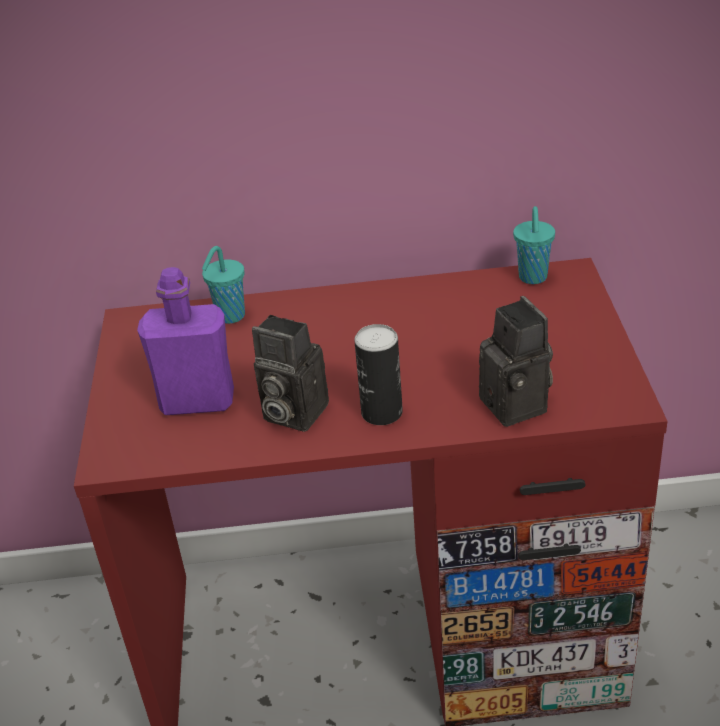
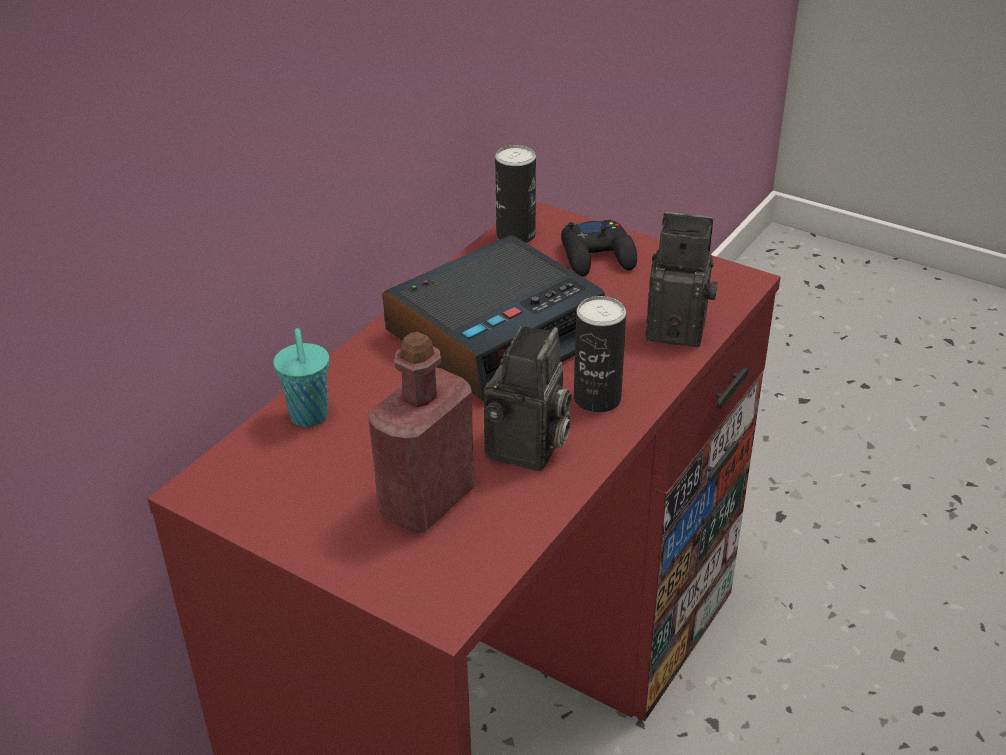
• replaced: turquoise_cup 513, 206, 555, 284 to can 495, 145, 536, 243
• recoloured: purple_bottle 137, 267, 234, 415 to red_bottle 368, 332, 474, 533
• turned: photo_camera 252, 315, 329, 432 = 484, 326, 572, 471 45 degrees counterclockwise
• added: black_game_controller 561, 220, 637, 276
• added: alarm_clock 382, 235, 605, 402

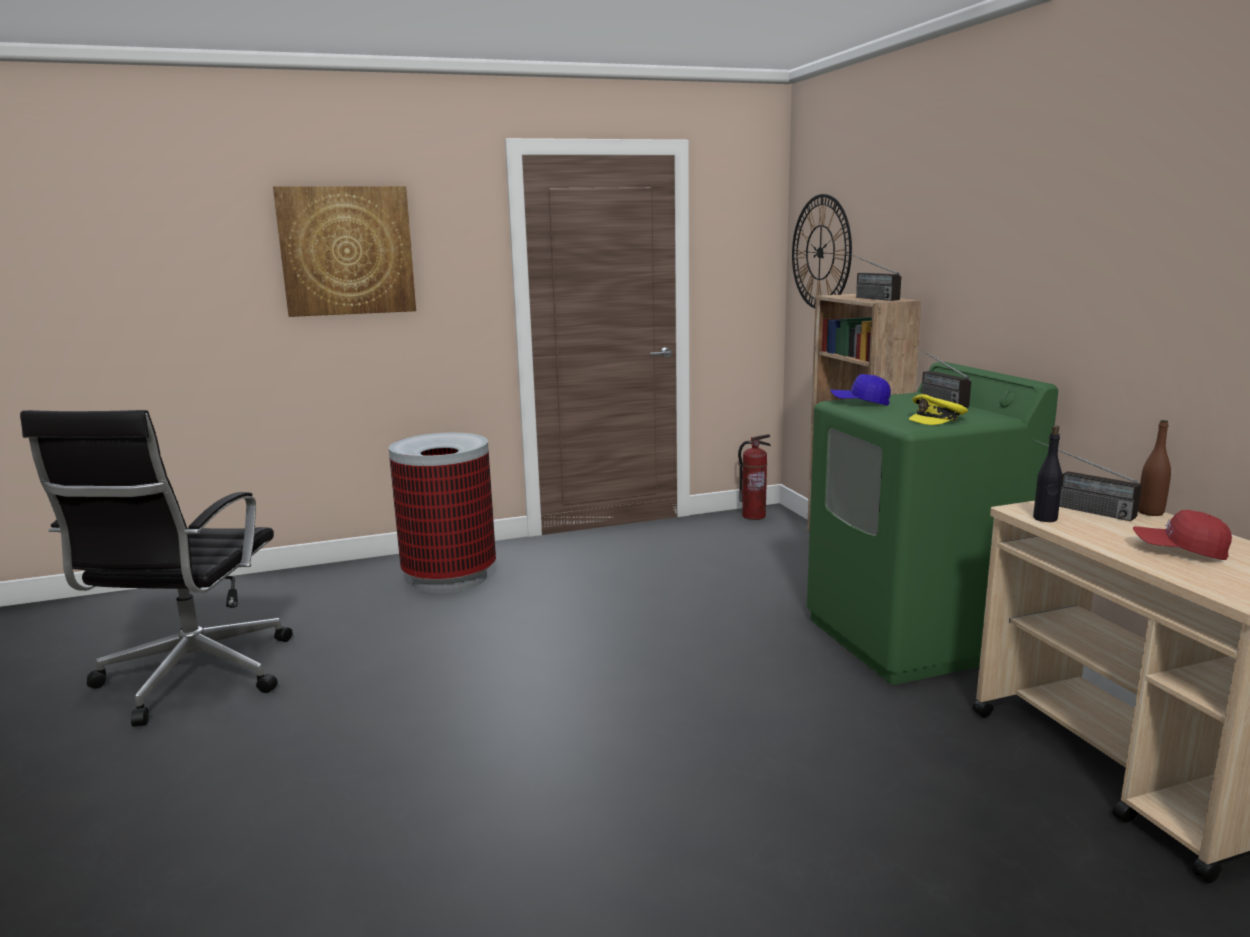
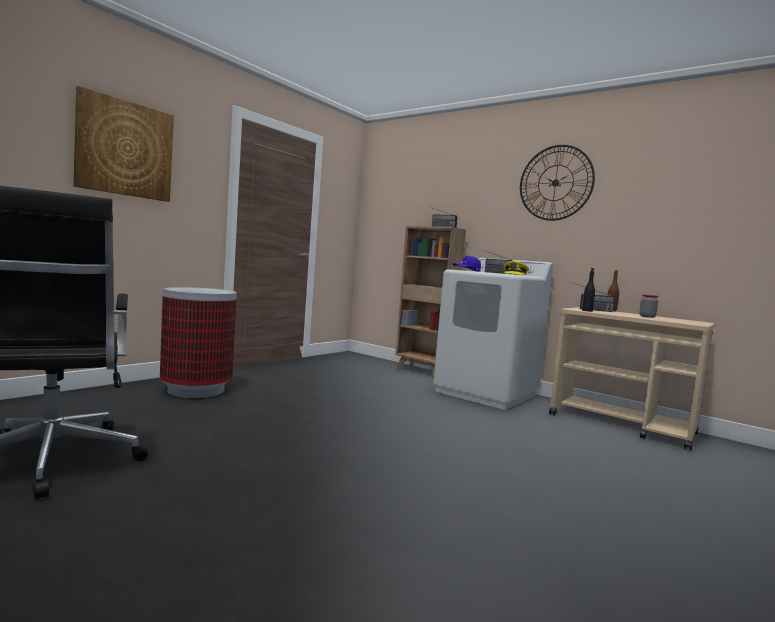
• moved: wall_clock 792, 194, 852, 309 to 520, 145, 595, 221
• recoloured: green_washing_machine 807, 362, 1058, 685 to white_washing_machine 433, 258, 553, 410
• removed: fire_extinguisher 738, 434, 771, 520
• replaced: red_cap 1133, 510, 1232, 560 to jar 639, 294, 658, 318

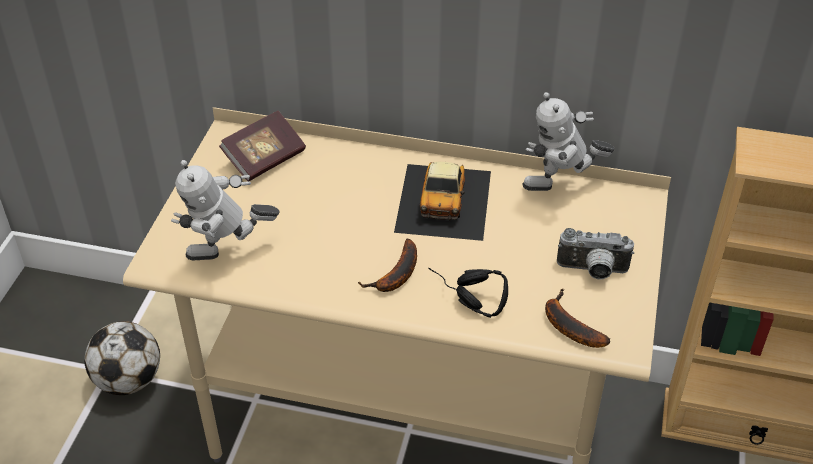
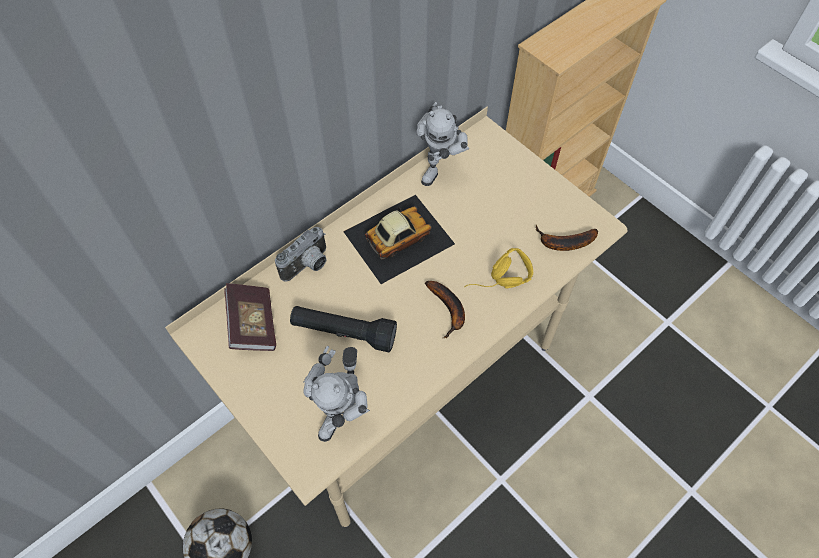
• turned: toy_car 394, 162, 491, 241 = 343, 195, 455, 284 75 degrees counterclockwise
• moved: photo_camera 557, 228, 634, 280 to 275, 227, 327, 282
• recoloured: black_headphones 428, 268, 508, 318 to yellow_headphones 464, 248, 533, 288
• added: black_flashlight 290, 306, 397, 352

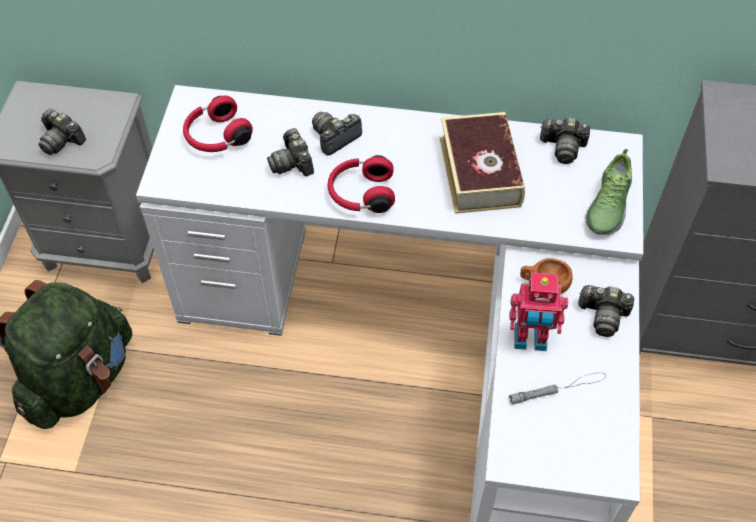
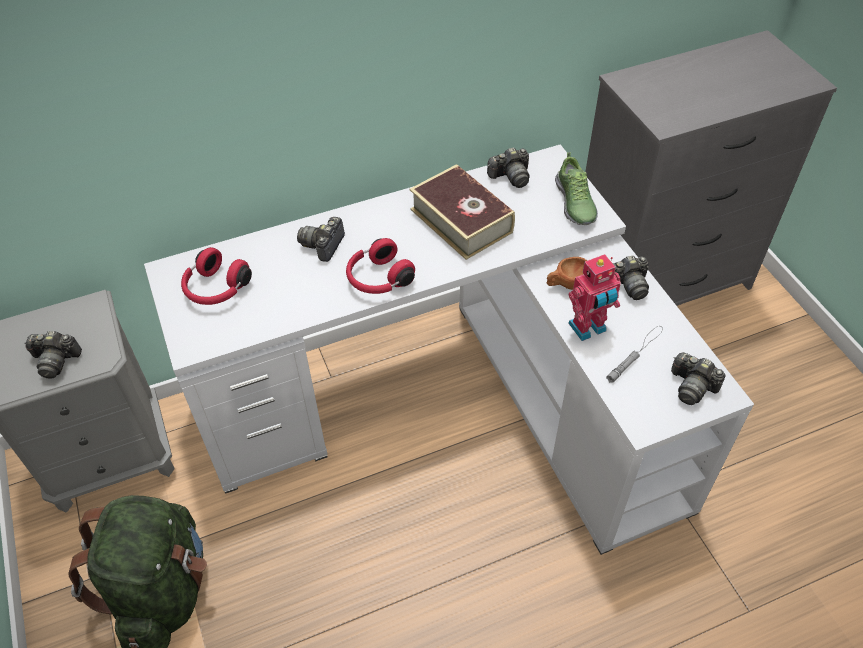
• moved: photo_camera 267, 128, 314, 176 to 671, 352, 725, 405

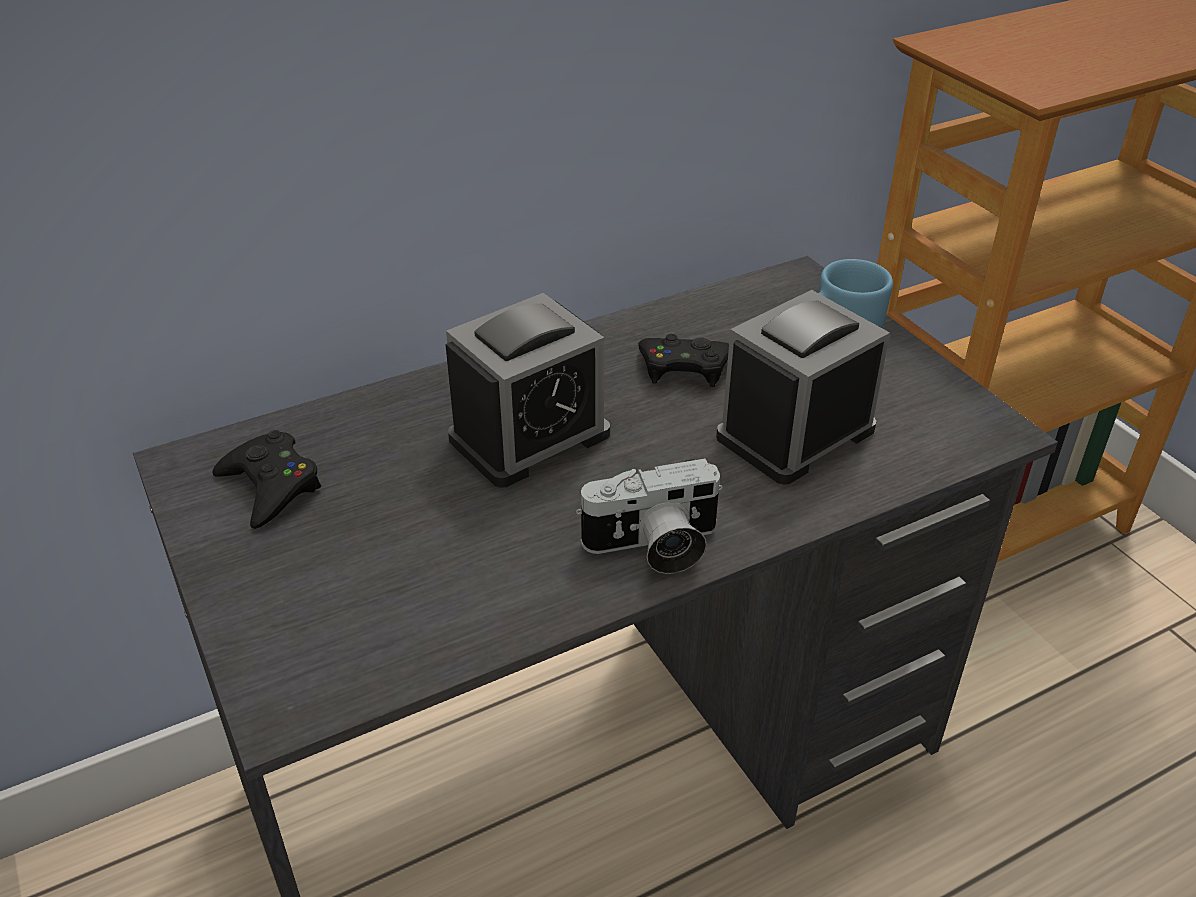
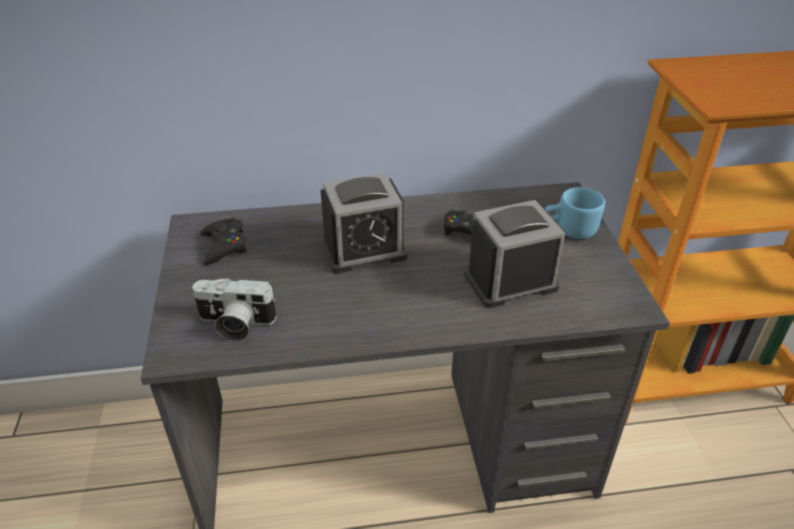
• moved: photo_camera 576, 459, 723, 574 to 192, 278, 277, 341

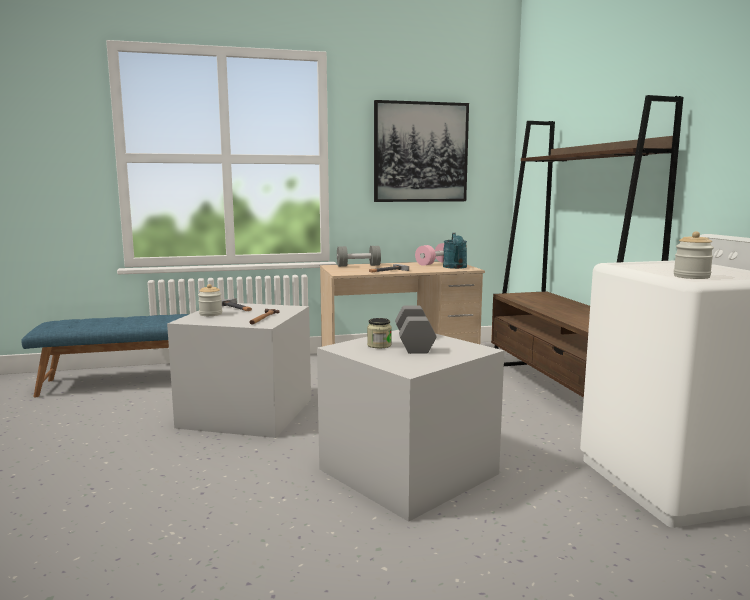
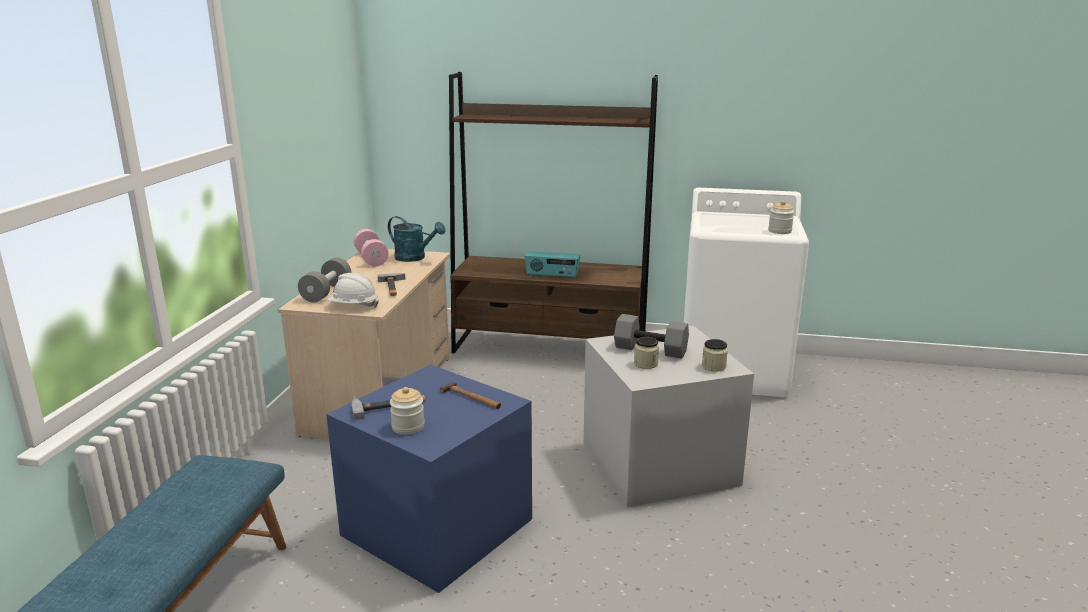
• removed: picture 374, 100, 469, 202
• recoloured: grey_storage_box 167, 303, 311, 438 to blue_storage_box 326, 365, 532, 593
• added: radio 525, 251, 581, 280
• added: white_hard_hat 327, 273, 379, 308
• added: jar 702, 339, 728, 372

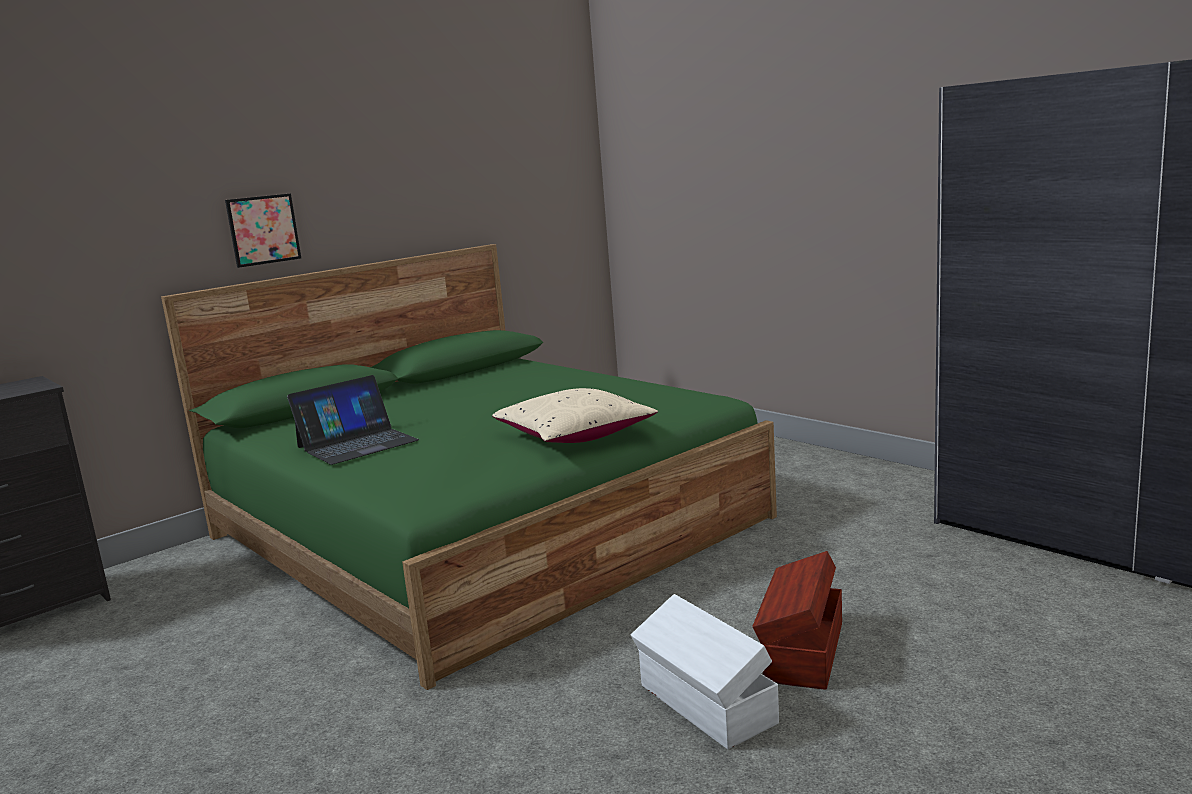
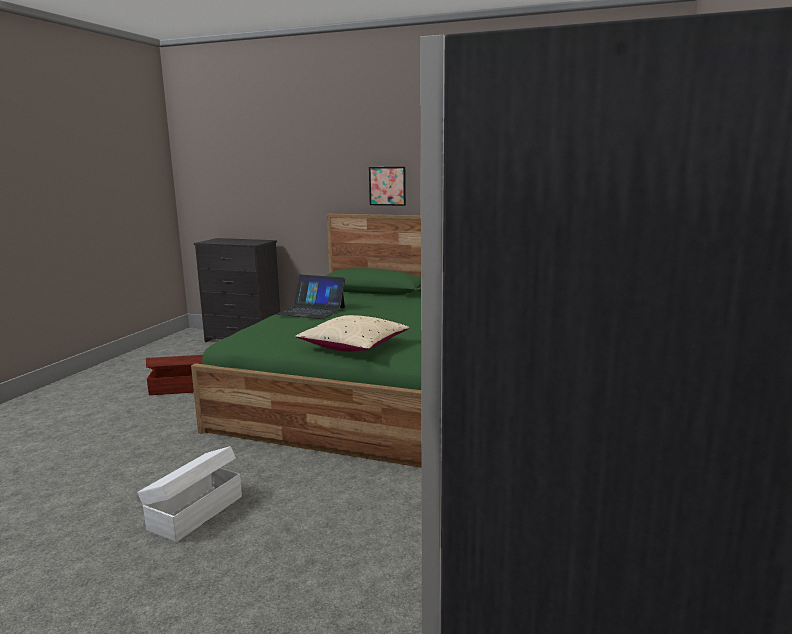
• moved: brown_storage_box 752, 551, 842, 690 to 146, 355, 203, 395

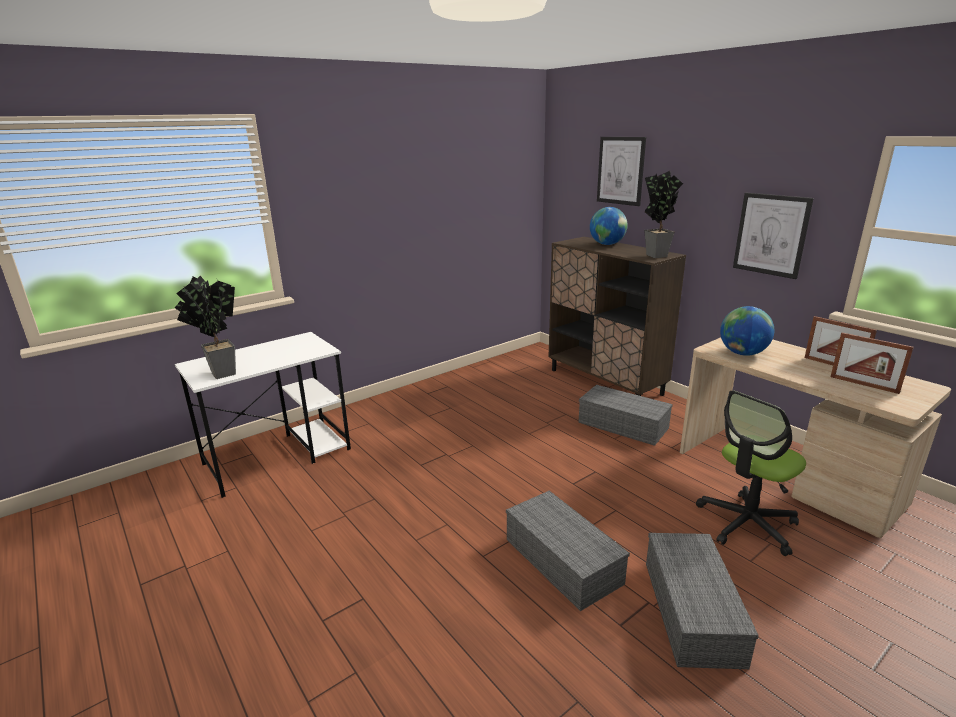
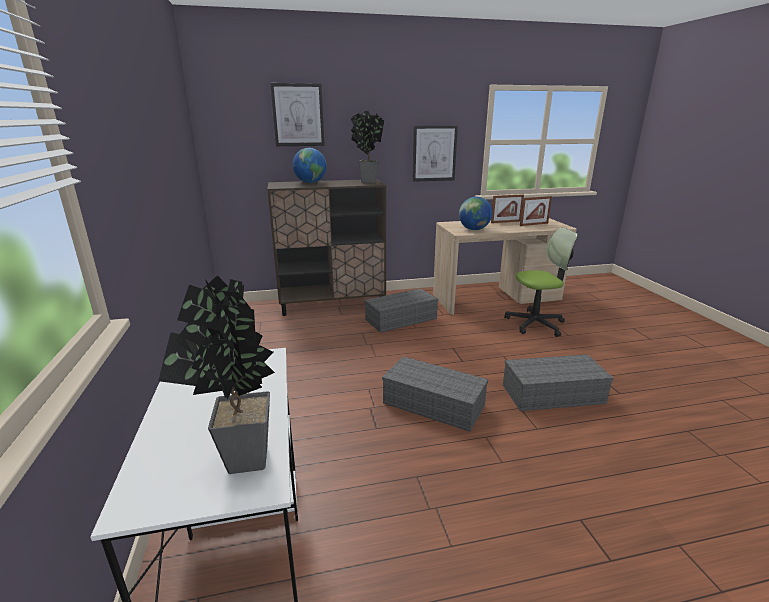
• turned: office_chair 696, 390, 806, 556 = 504, 227, 578, 337 90 degrees counterclockwise
• moved: grey_storage_box 646, 533, 759, 669 to 382, 356, 488, 432

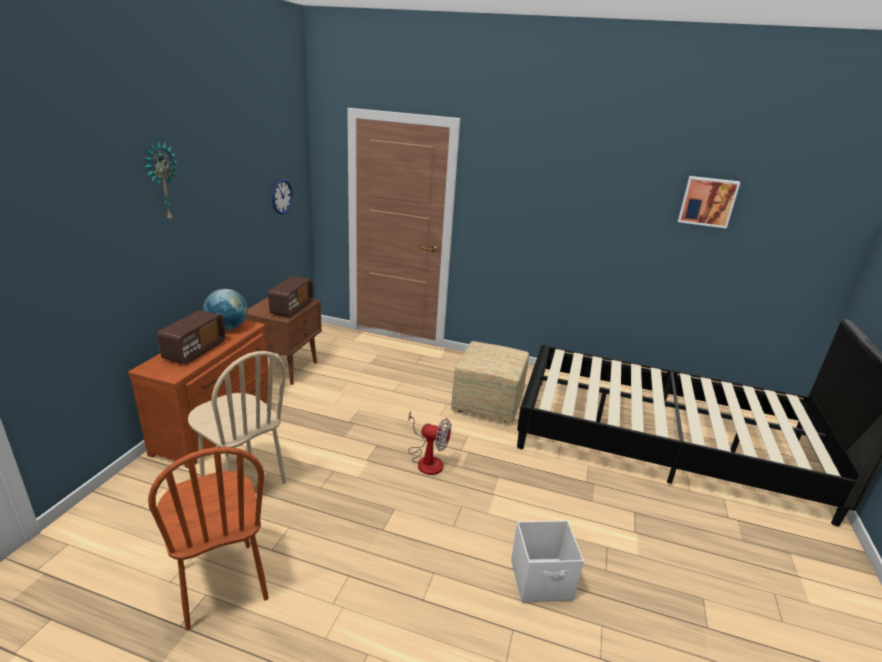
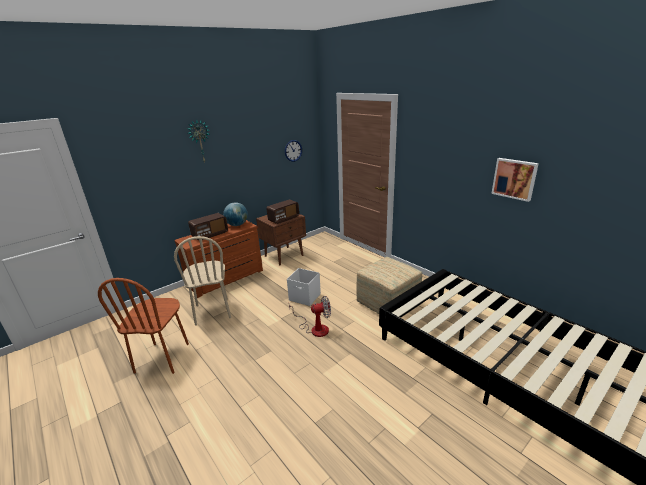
• moved: picture 678, 176, 740, 228 to 491, 158, 539, 202
• turned: fan 408, 411, 451, 475 = 289, 296, 331, 337 60 degrees counterclockwise
• moved: white_storage_box 511, 520, 584, 602 to 287, 268, 321, 306

